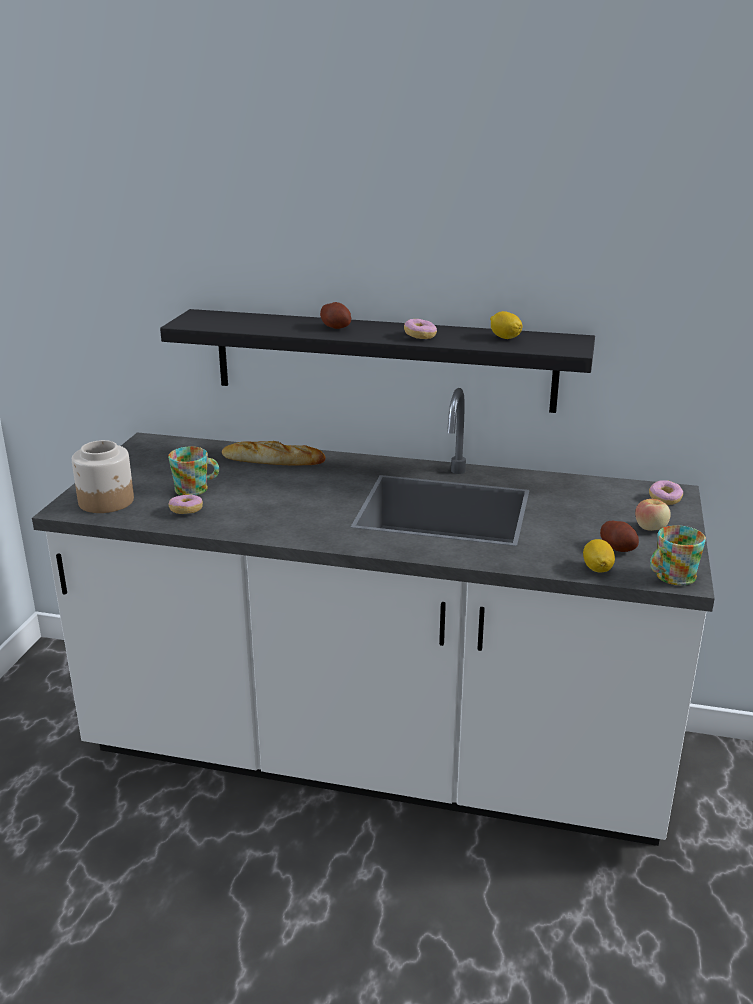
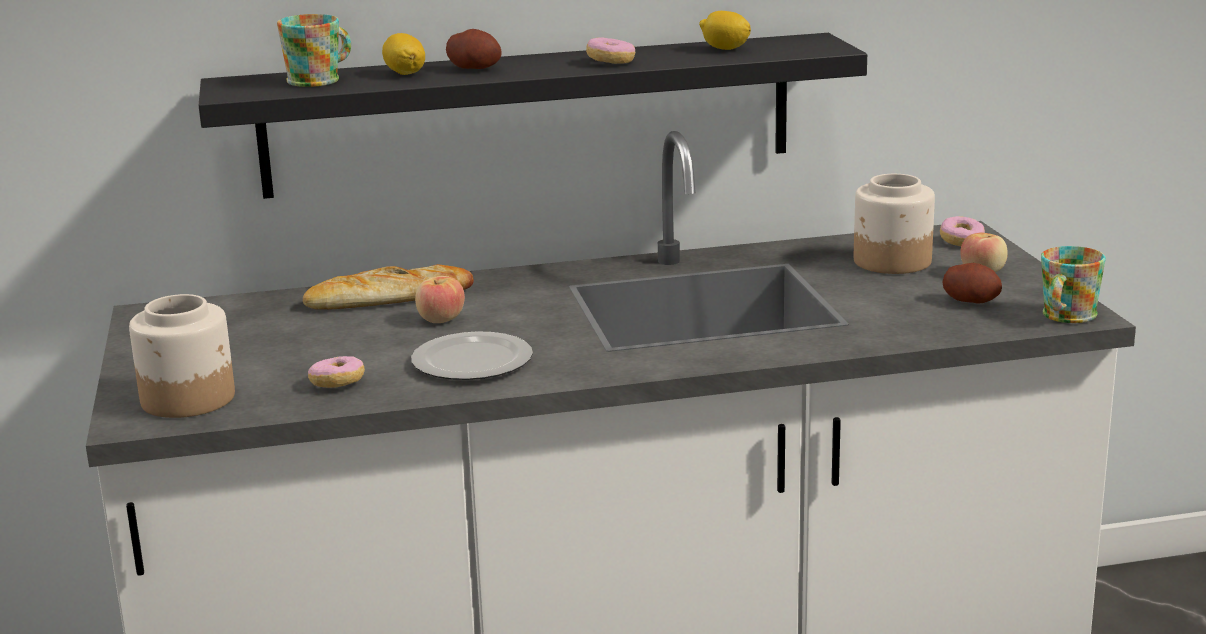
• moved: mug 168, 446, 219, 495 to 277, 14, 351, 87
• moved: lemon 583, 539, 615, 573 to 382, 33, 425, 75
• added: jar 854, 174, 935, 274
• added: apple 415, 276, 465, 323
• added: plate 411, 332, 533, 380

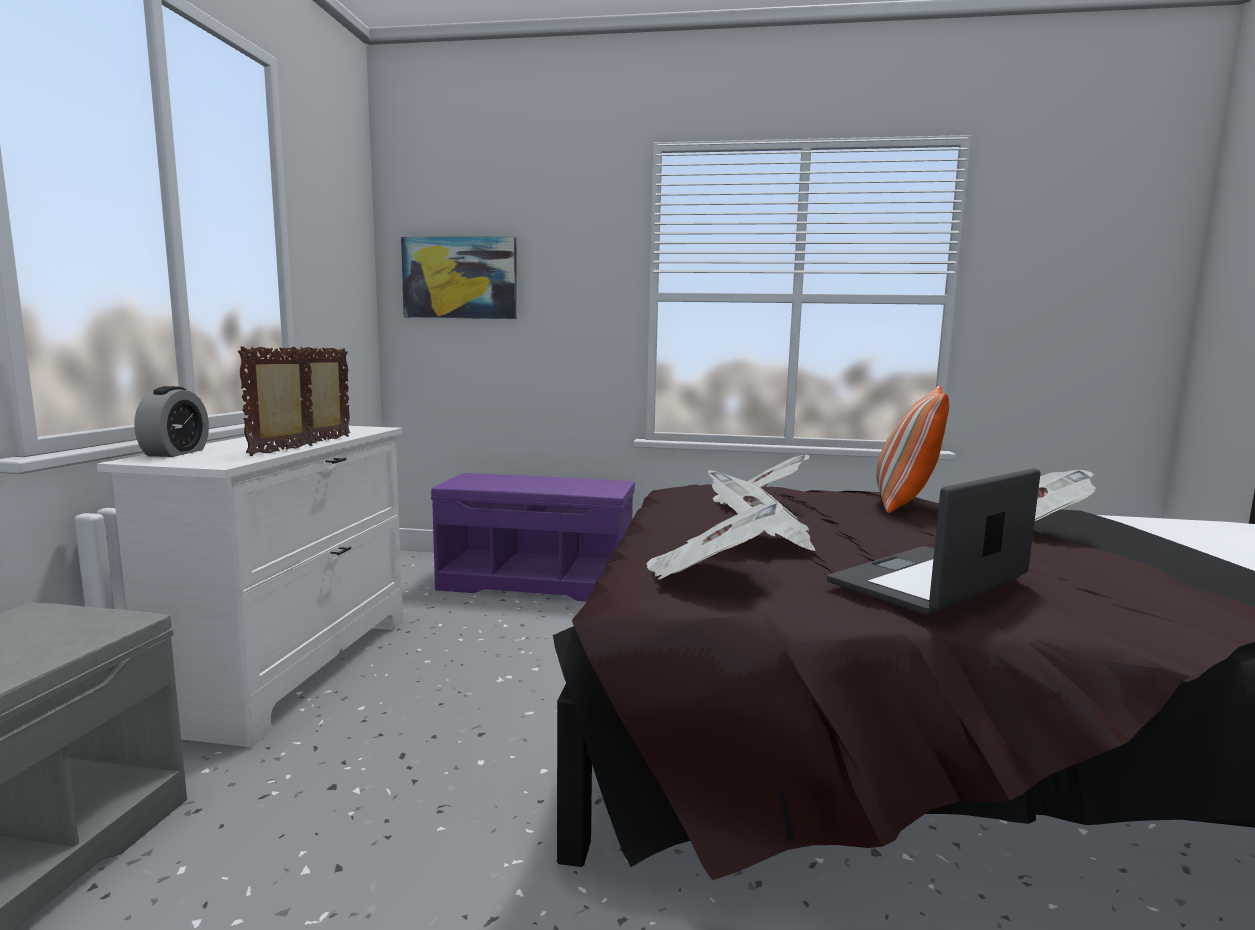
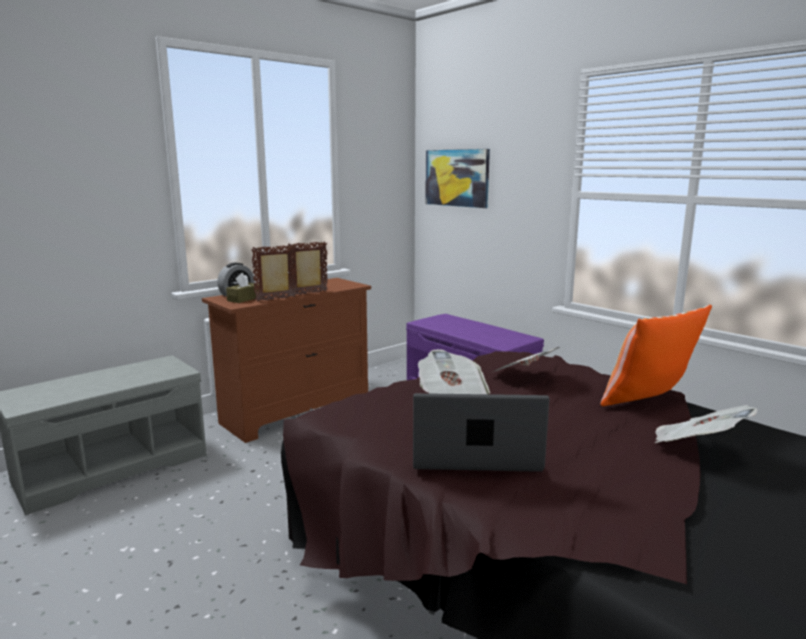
• recoloured: white_dresser 97, 426, 403, 747 to brown_dresser 202, 278, 371, 443
• removed: newspaper 646, 503, 783, 579
• added: brown_tissue_box 226, 273, 259, 303

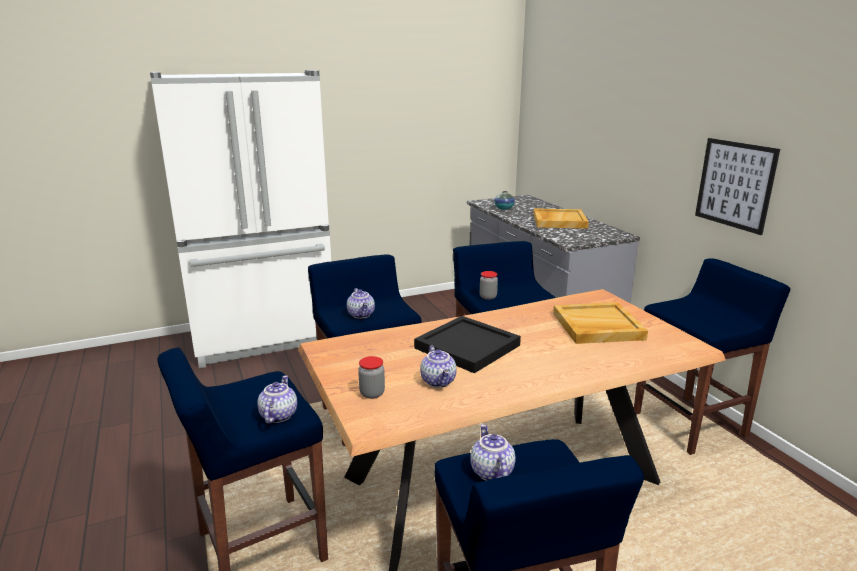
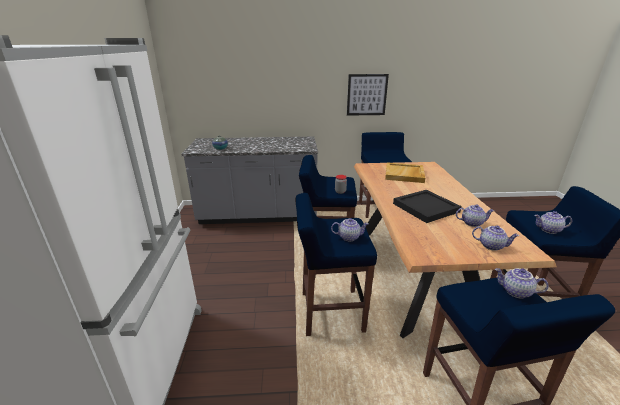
• removed: beige_tray 533, 208, 589, 229
• replaced: jar 358, 356, 385, 399 to teapot 472, 225, 519, 251

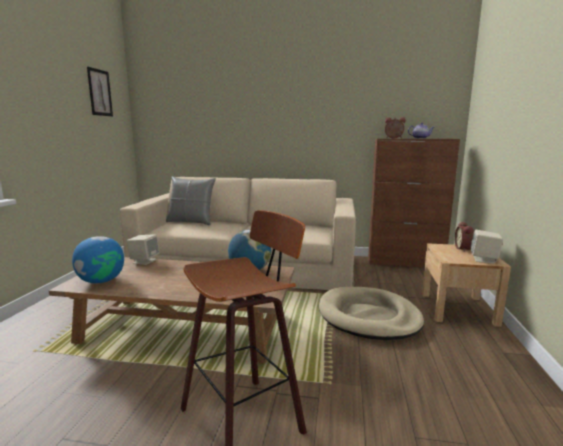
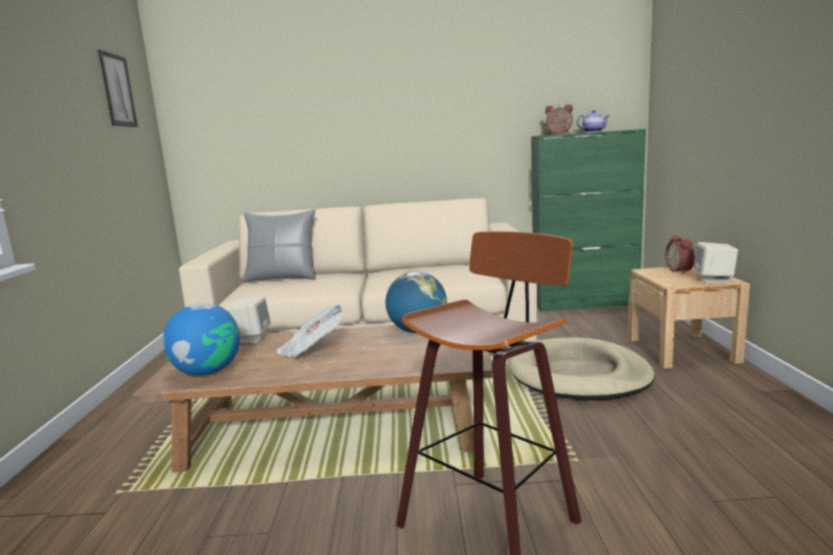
• recoloured: brown_cabinet 368, 139, 460, 267 to green_cabinet 531, 129, 646, 311
• added: newspaper 277, 305, 345, 358

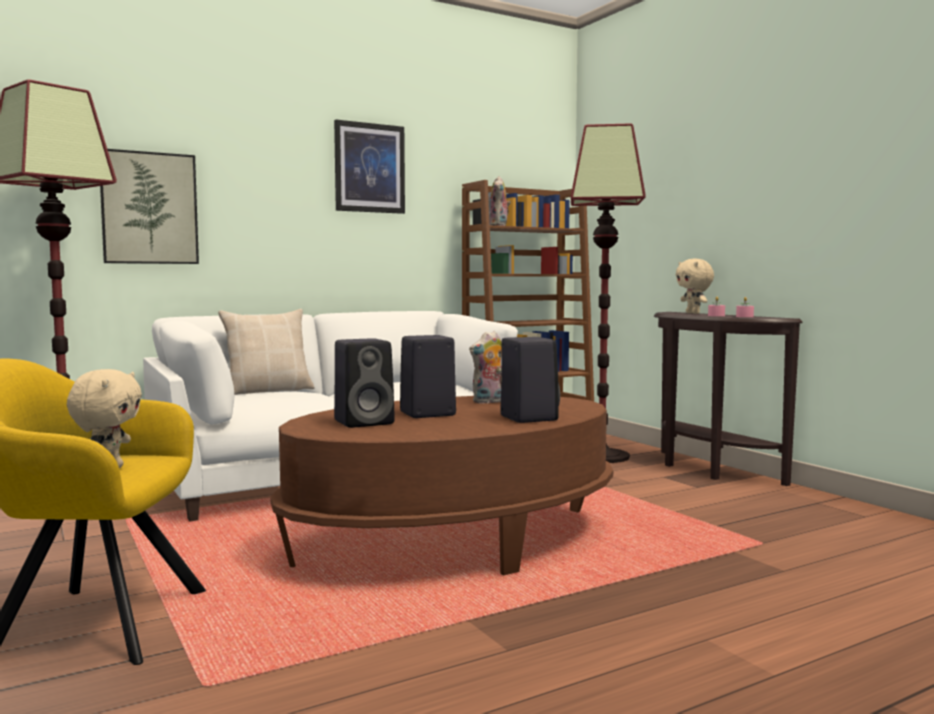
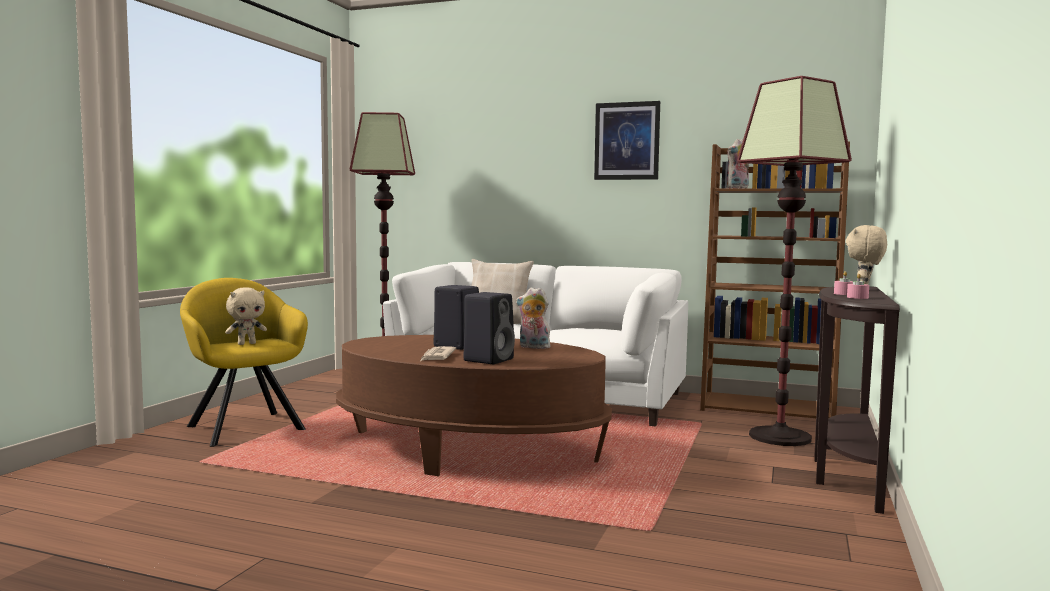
• removed: picture 100, 149, 199, 264
• removed: black_speaker 334, 338, 395, 428
• added: newspaper 421, 346, 456, 361

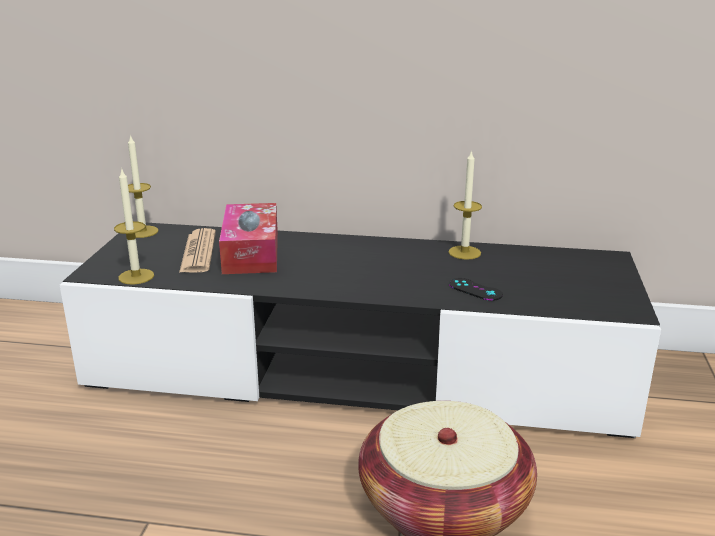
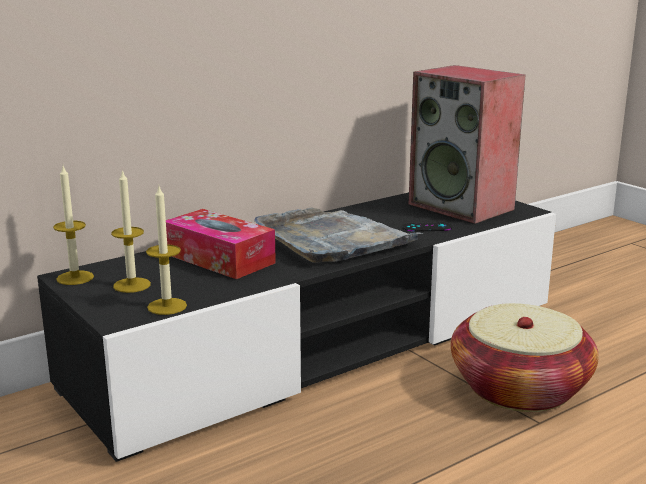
• moved: candle 448, 150, 482, 260 to 111, 169, 151, 293
• removed: newspaper 179, 228, 216, 273
• added: speaker 409, 65, 525, 224
• added: grey_tray 254, 208, 425, 263

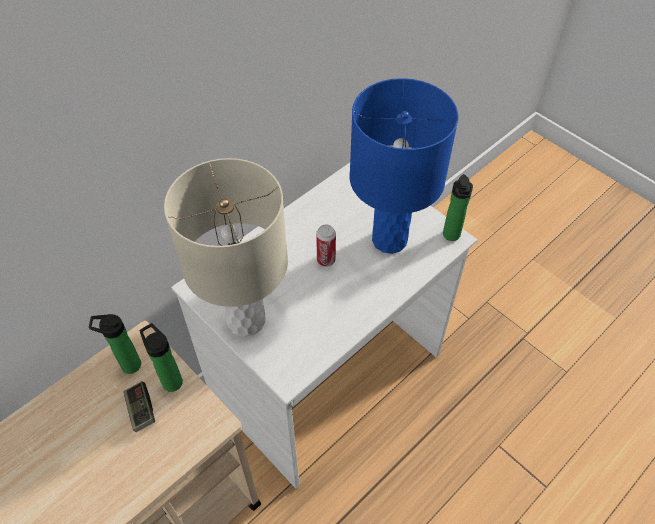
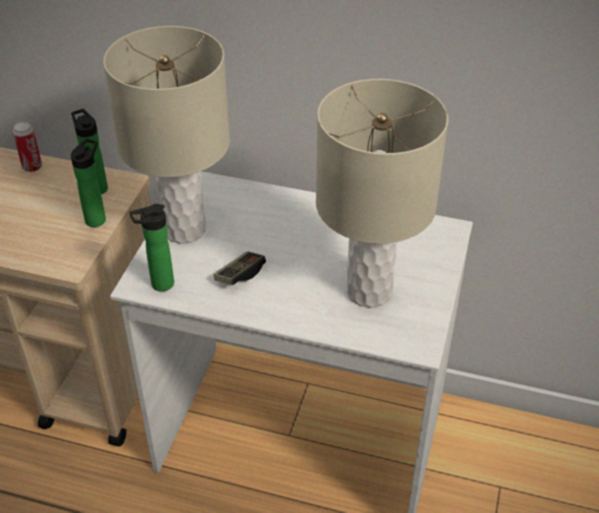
• recoloured: blue_table_lamp 350, 78, 458, 254 to beige_table_lamp 316, 79, 448, 308
• moved: bottle 443, 174, 473, 241 to 129, 204, 174, 291
• moved: can 316, 225, 336, 267 to 13, 122, 42, 172
• moved: game_controller 124, 381, 155, 432 to 214, 251, 266, 285

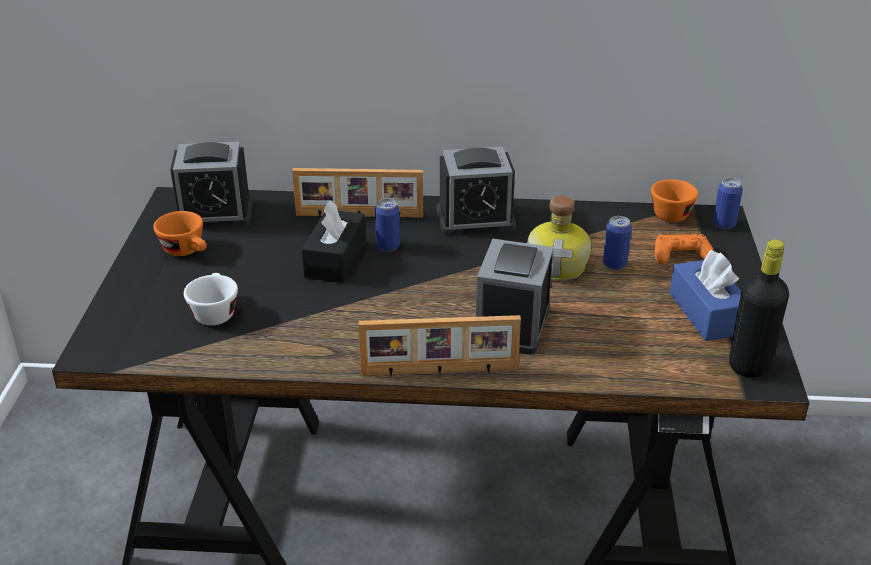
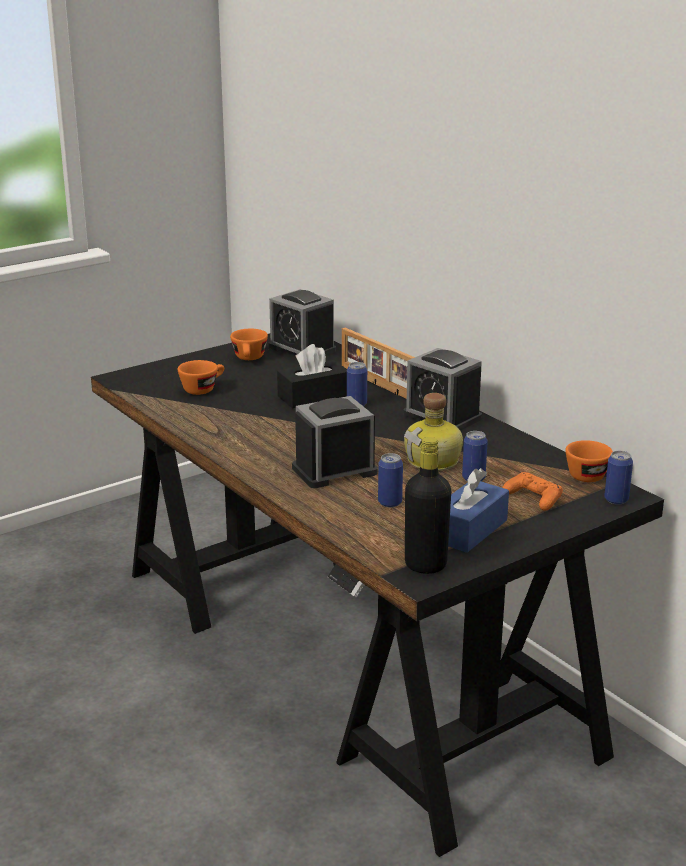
• recoloured: white_cup 184, 273, 238, 325 to orange_cup 177, 360, 224, 395
• removed: picture_frame 359, 315, 521, 376
• added: can 378, 453, 403, 507

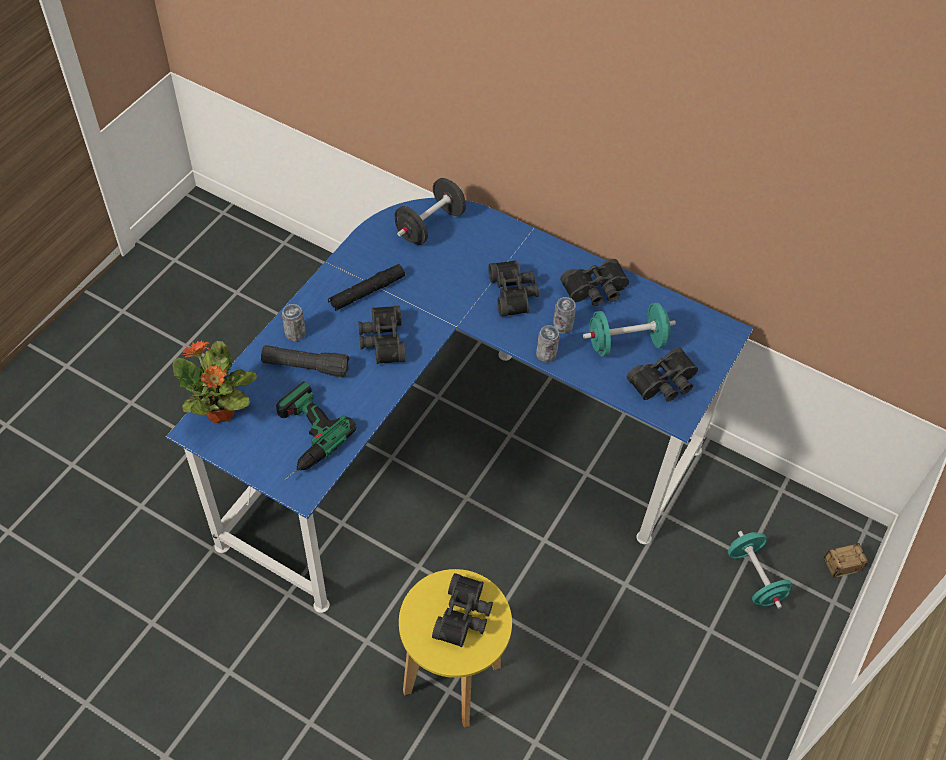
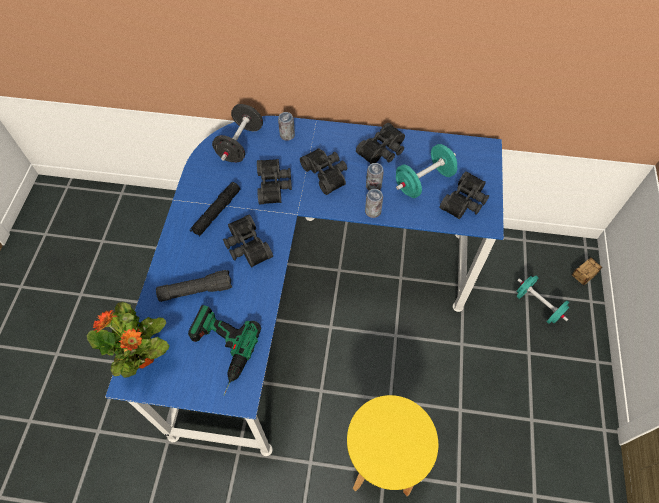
• moved: can 282, 304, 306, 341 to 278, 112, 295, 141
• moved: black_binoculars 432, 573, 493, 647 to 257, 159, 292, 204

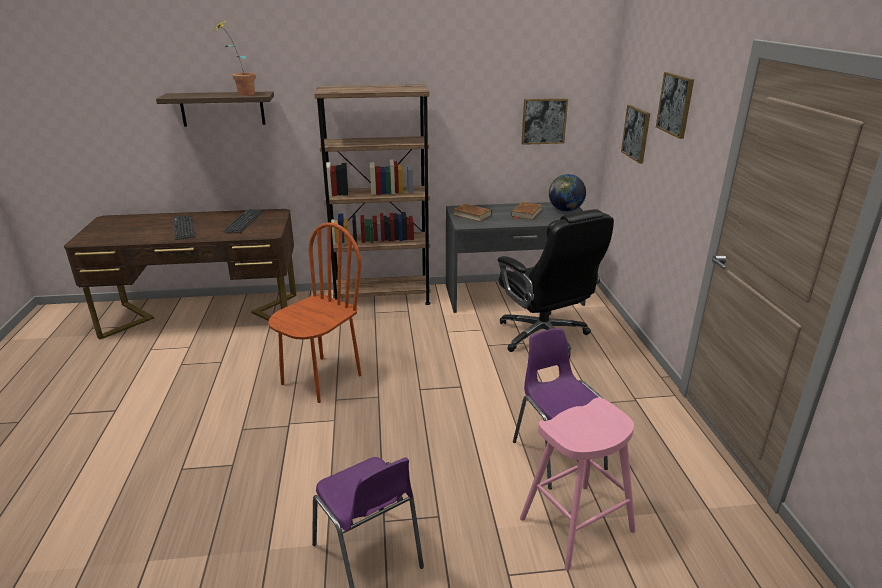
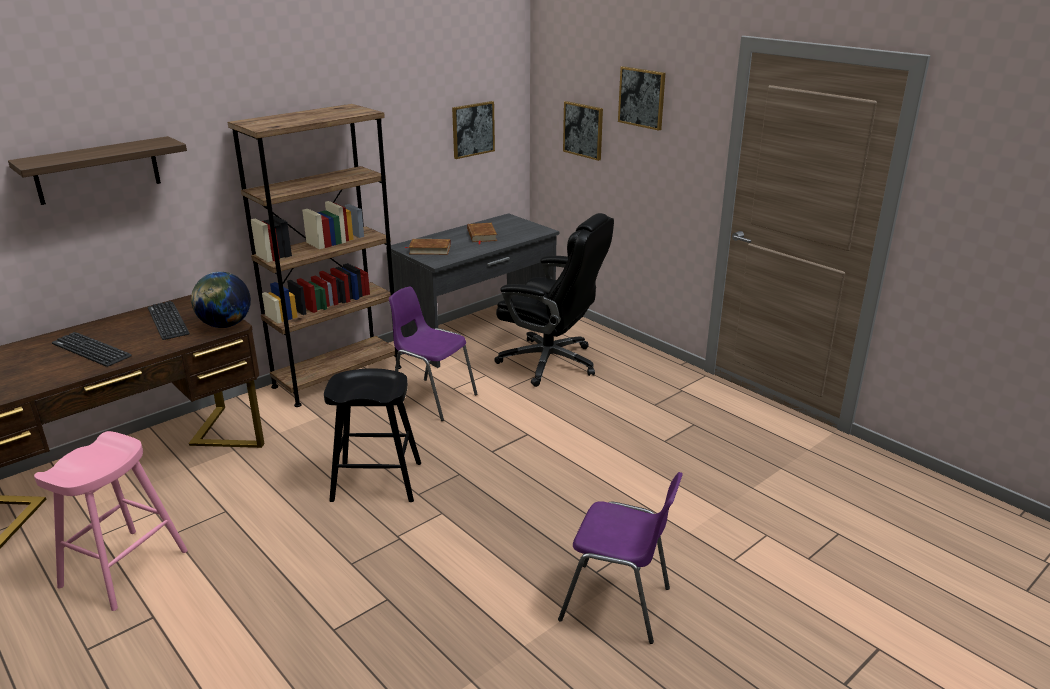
• removed: potted_plant 214, 21, 256, 96
• moved: globe 549, 174, 586, 212 to 191, 272, 251, 328
• replaced: brown_chair 268, 222, 362, 403 to black_stool 324, 368, 421, 502
• moved: purple_chair 513, 328, 608, 490 to 389, 286, 478, 421
• moved: pink_stool 520, 398, 635, 570 to 34, 431, 188, 611

